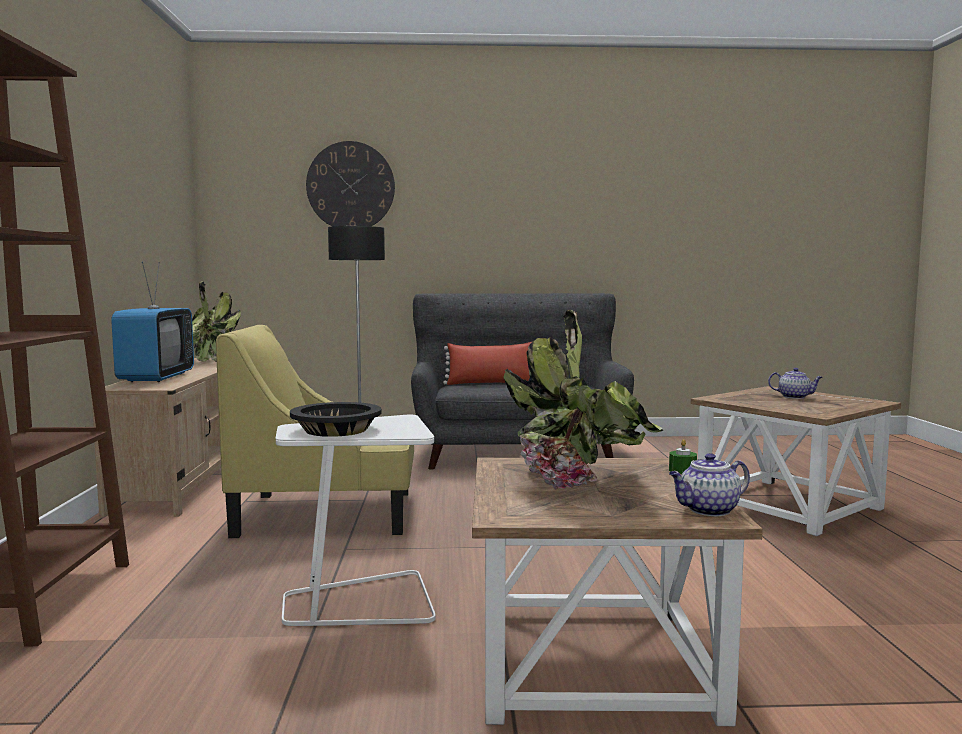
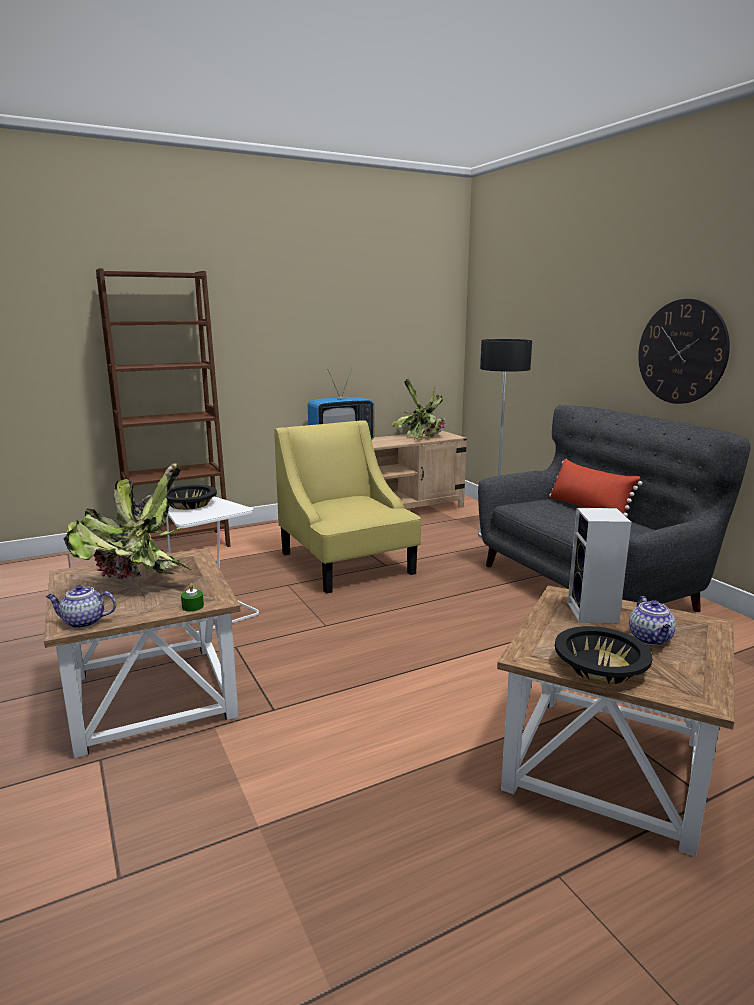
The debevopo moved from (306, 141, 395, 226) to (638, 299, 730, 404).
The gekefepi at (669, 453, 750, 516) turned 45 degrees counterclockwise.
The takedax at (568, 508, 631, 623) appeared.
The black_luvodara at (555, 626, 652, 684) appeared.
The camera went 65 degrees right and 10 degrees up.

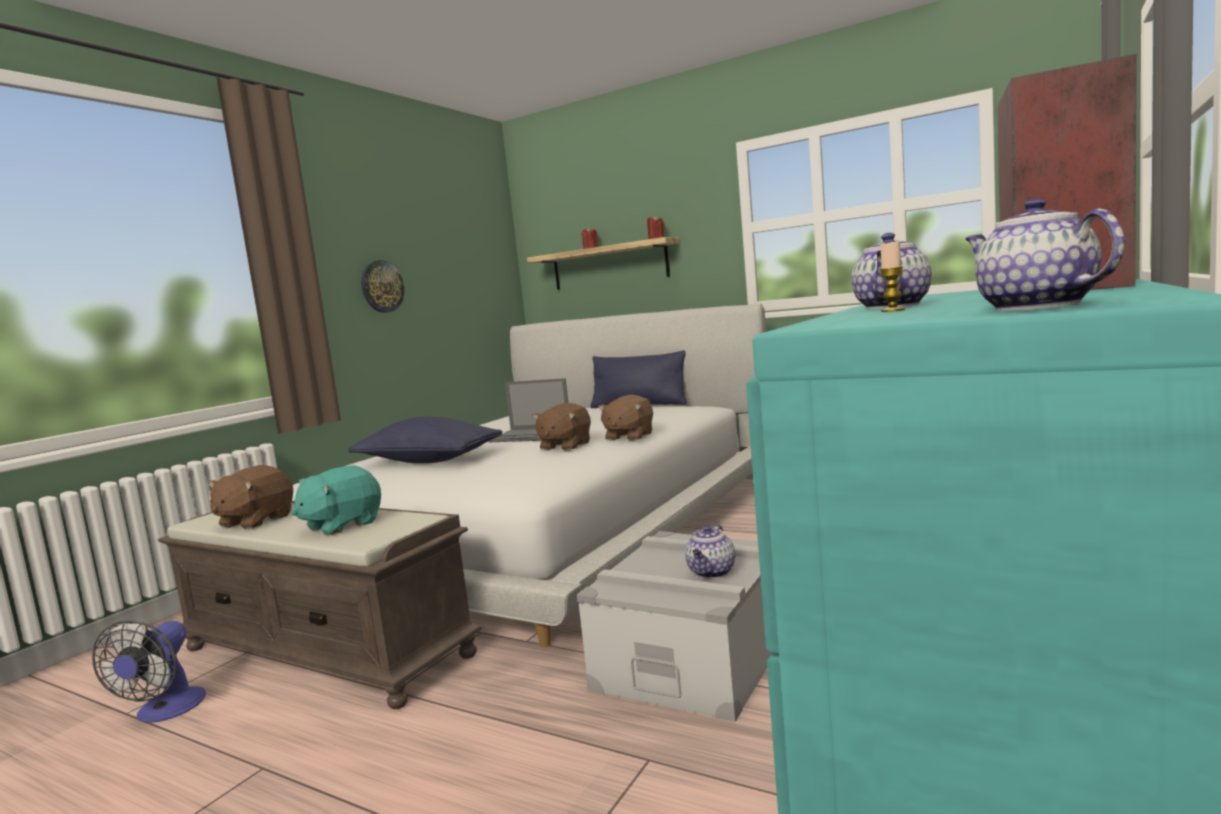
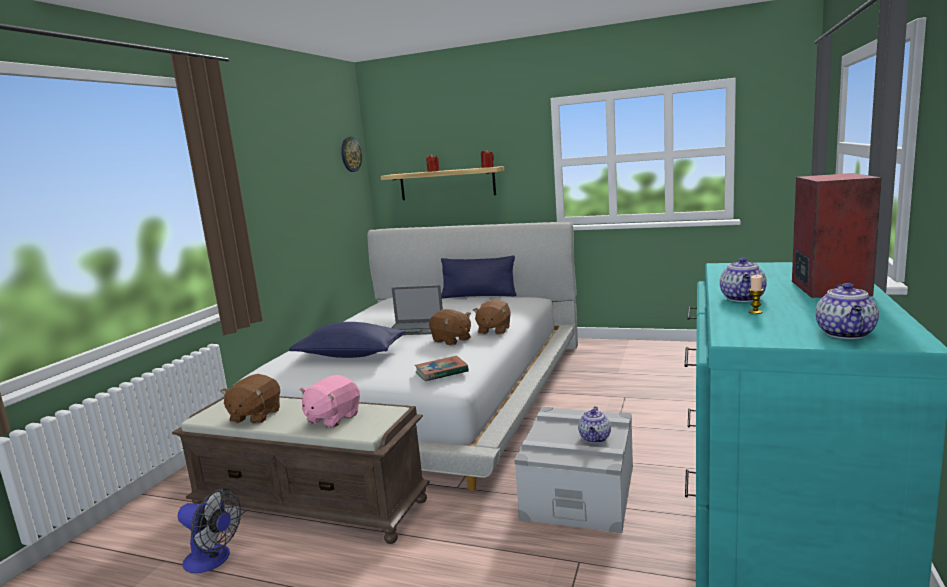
The gekefepi at (965, 198, 1125, 311) turned 135 degrees counterclockwise.
The debevopo moved from (361, 260, 404, 313) to (341, 137, 362, 172).
The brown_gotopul at (532, 403, 591, 451) turned 60 degrees counterclockwise.
The turquoise_gotopul at (291, 465, 381, 536) became the pink_gotopul at (300, 375, 360, 428).
The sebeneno at (92, 621, 206, 723) turned 60 degrees counterclockwise.
The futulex at (415, 356, 469, 381) appeared.
The camera went 10 degrees left and 5 degrees up.

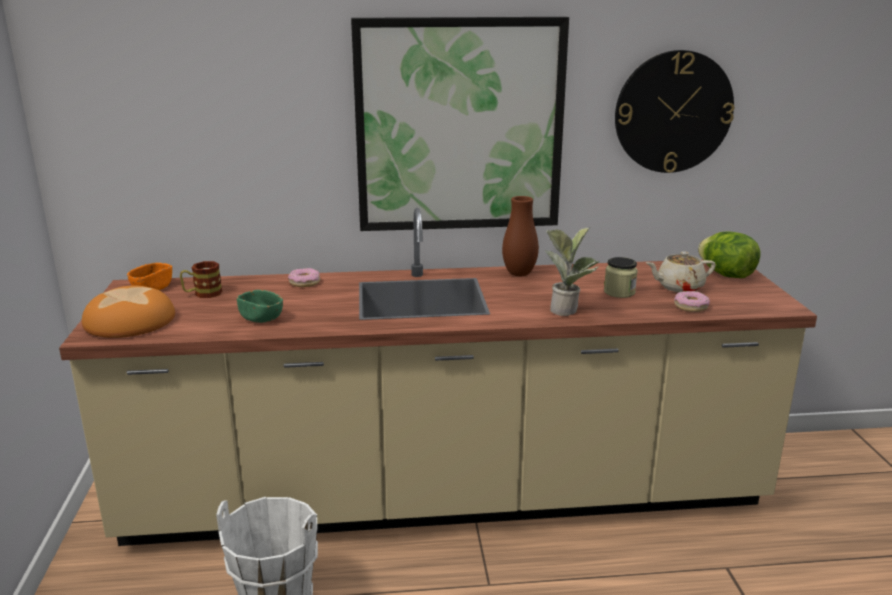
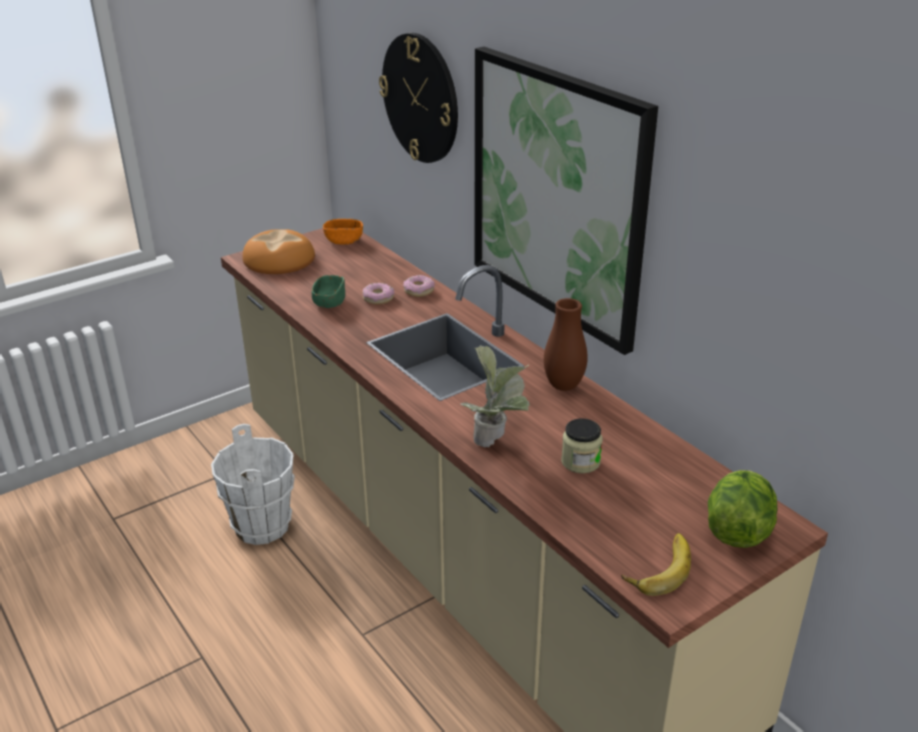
The debevopo moved from (615, 50, 735, 173) to (379, 33, 458, 163).
The beige_gekefepi at (646, 251, 716, 292) disappeared.
The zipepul at (180, 261, 222, 298) disappeared.
The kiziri moved from (674, 291, 710, 312) to (363, 283, 394, 305).
The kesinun at (621, 533, 691, 596) appeared.
The camera went 60 degrees right and 10 degrees up.

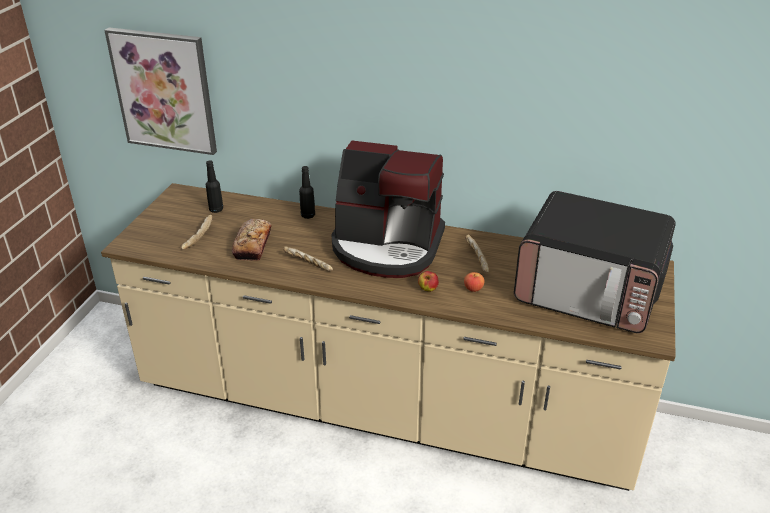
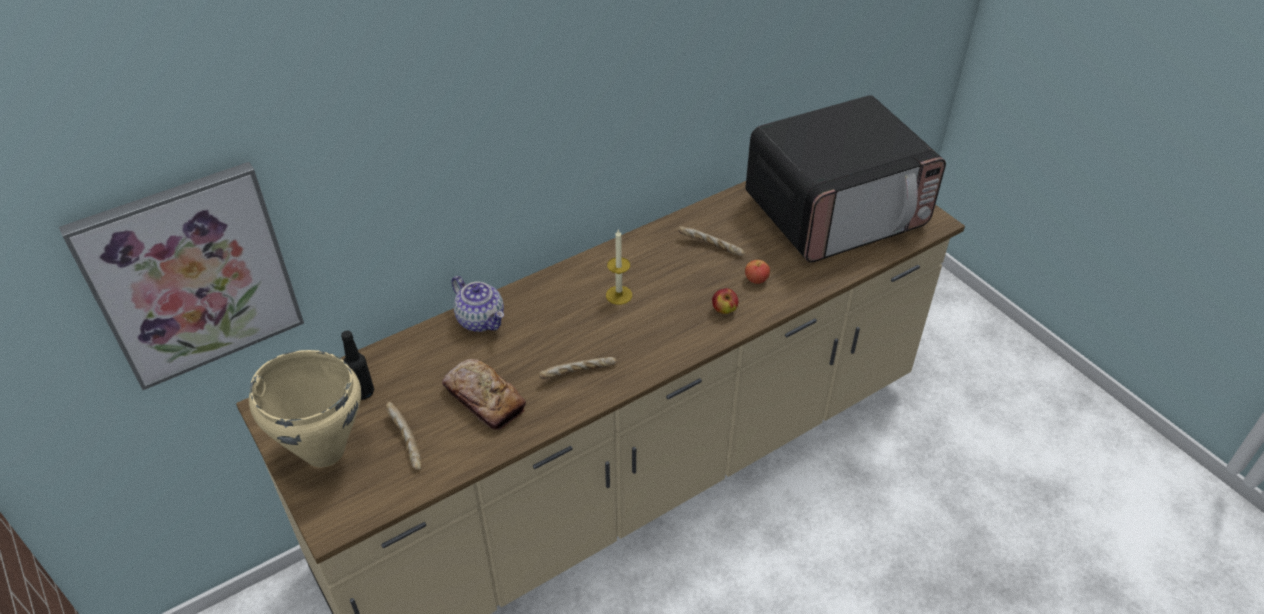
The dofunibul at (332, 141, 445, 278) was replaced by the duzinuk at (606, 230, 632, 305).
The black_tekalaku at (299, 166, 315, 219) was replaced by the gekefepi at (452, 276, 504, 332).
The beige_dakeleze at (249, 350, 361, 467) appeared.
The camera went 50 degrees left and 10 degrees up.

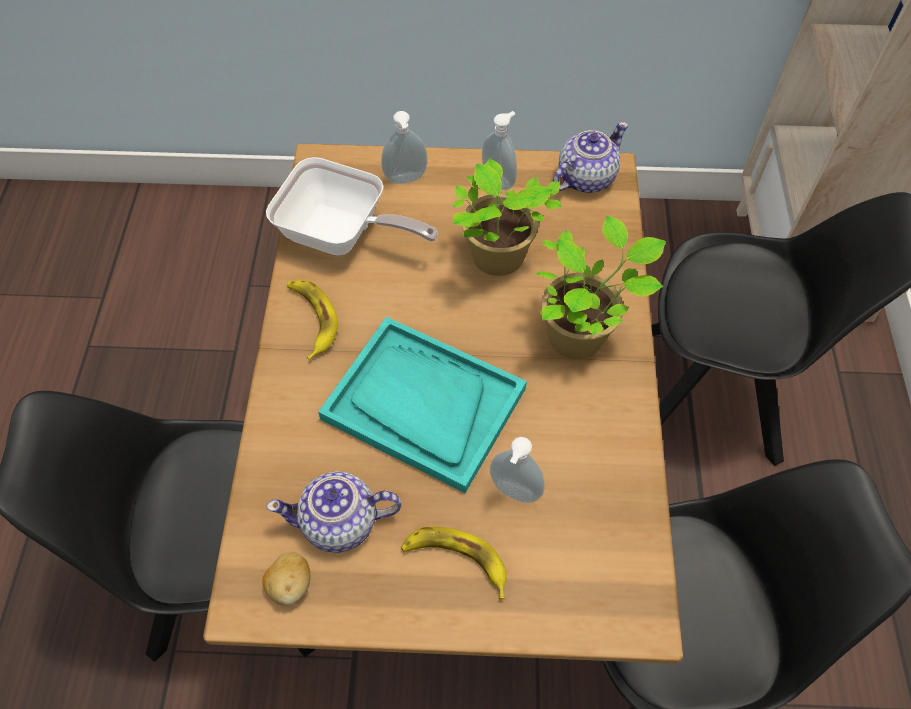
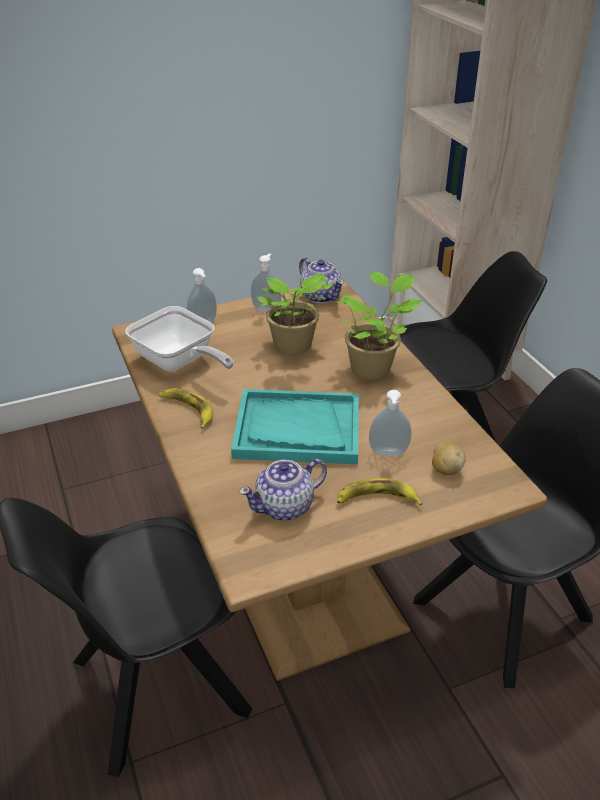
The gekefepi at (553, 122, 628, 193) turned 120 degrees clockwise.
The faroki at (266, 157, 438, 255) turned 45 degrees clockwise.
The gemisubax moved from (262, 552, 310, 606) to (432, 441, 466, 475).
The camera went 25 degrees left and 20 degrees down.

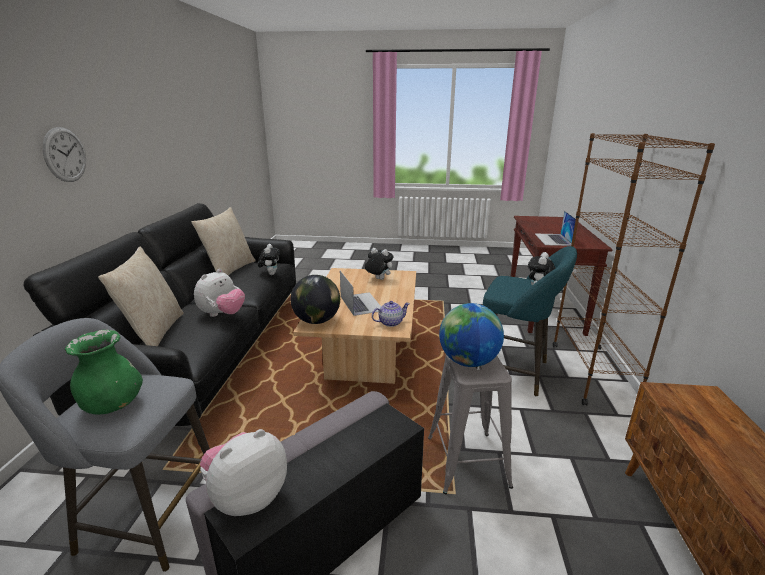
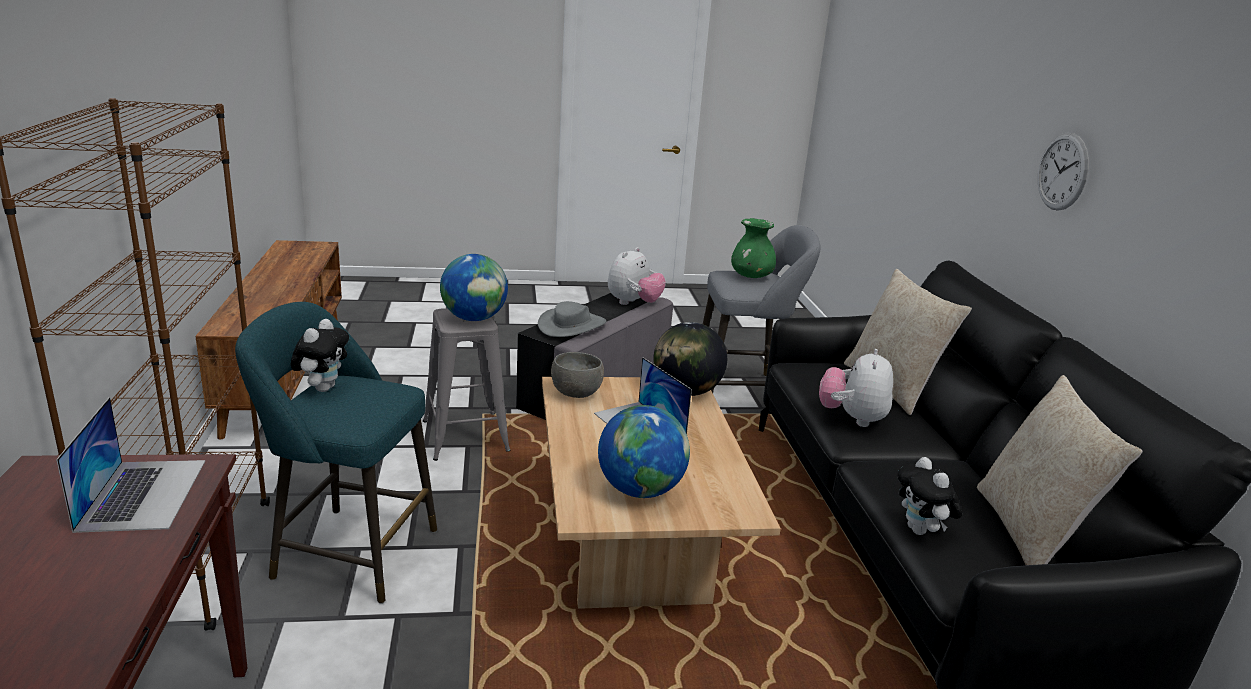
The gotopul at (365, 248, 393, 280) was replaced by the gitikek at (598, 405, 690, 498).
The gekefepi at (372, 301, 410, 327) was replaced by the grey_luvodara at (551, 352, 604, 398).
The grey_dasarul at (538, 301, 606, 337) appeared.
The camera went 165 degrees right and 0 degrees up.

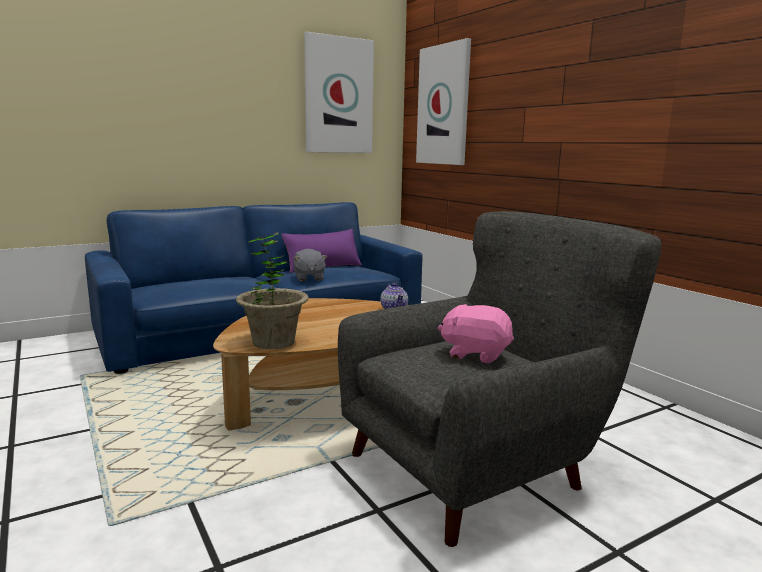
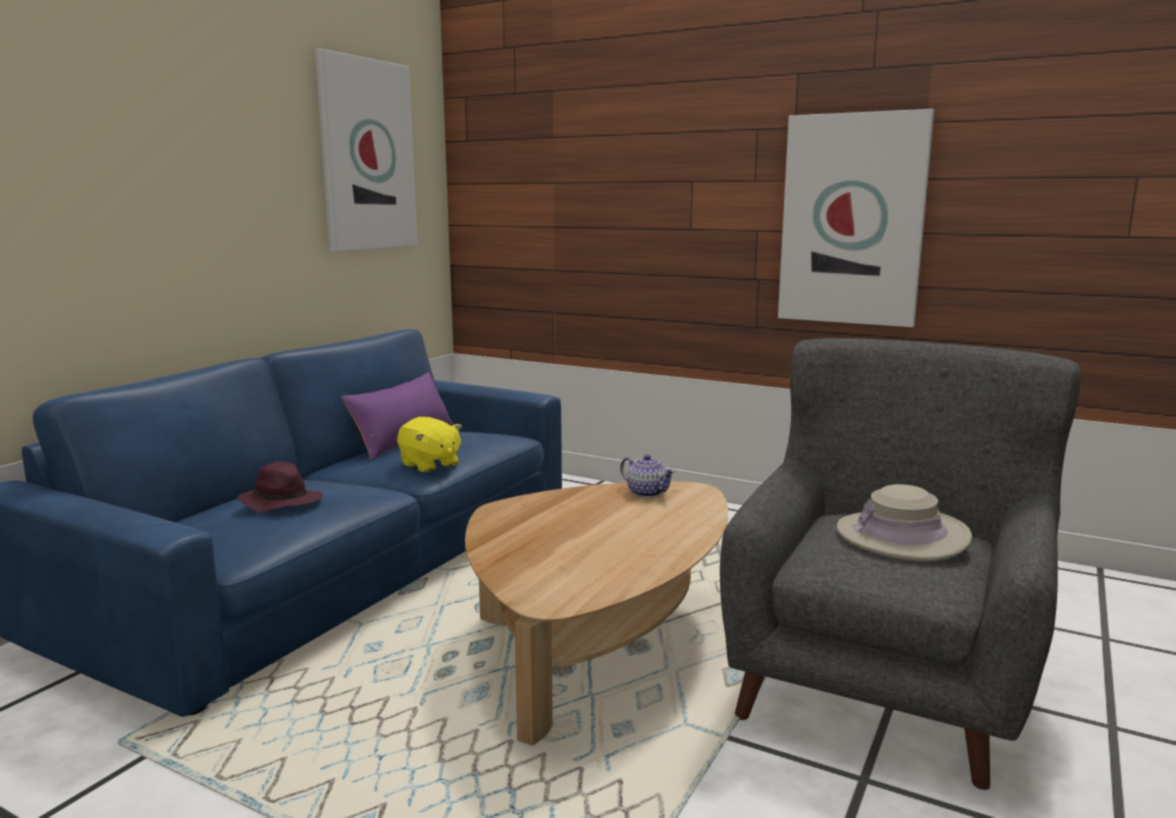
The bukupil moved from (416, 38, 471, 165) to (778, 109, 934, 327).
The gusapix at (236, 232, 309, 349) disappeared.
The grey_gotopul at (293, 249, 327, 281) became the yellow_gotopul at (397, 417, 462, 473).
The pink_gotopul at (438, 304, 514, 364) was replaced by the beige_dasarul at (837, 484, 972, 562).
The purple_dasarul at (237, 461, 323, 512) appeared.
The camera went 30 degrees left and 0 degrees up.

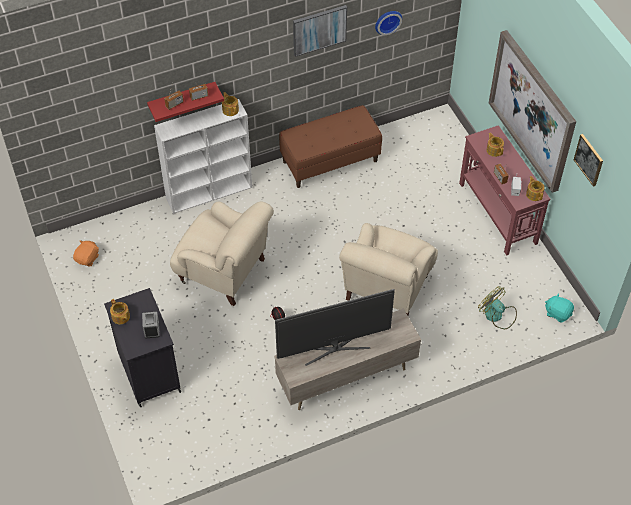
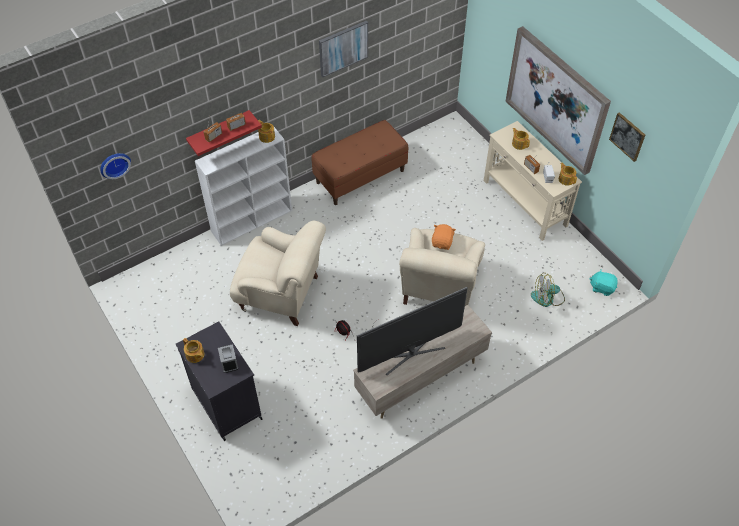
The debevopo moved from (375, 11, 402, 35) to (100, 153, 131, 179).
The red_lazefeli at (459, 125, 550, 256) became the beige_lazefeli at (484, 121, 582, 241).
The orange_gotopul moved from (73, 240, 99, 266) to (432, 224, 456, 250).
The sebeneno at (478, 286, 517, 329) turned 45 degrees counterclockwise.
The camera went 10 degrees left and 0 degrees up.

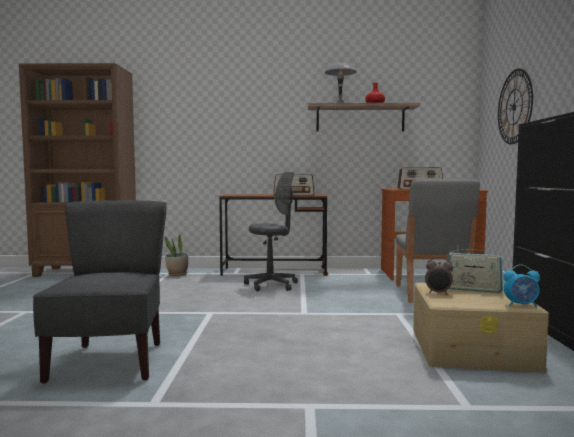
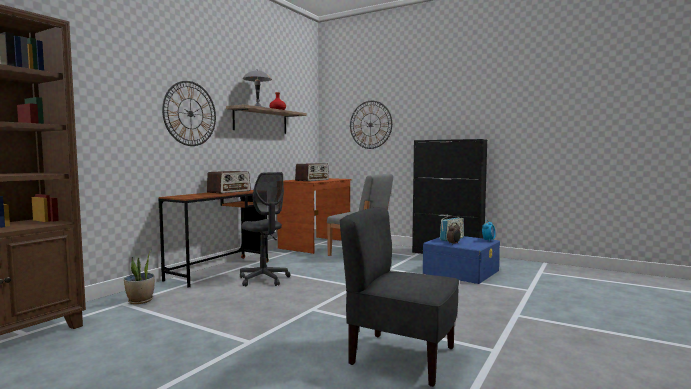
The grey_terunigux at (244, 172, 298, 291) turned 135 degrees clockwise.
The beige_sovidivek at (413, 283, 549, 372) became the blue_sovidivek at (423, 236, 500, 284).
The debevopo at (162, 81, 216, 146) appeared.
The camera went 60 degrees left and 0 degrees up.

